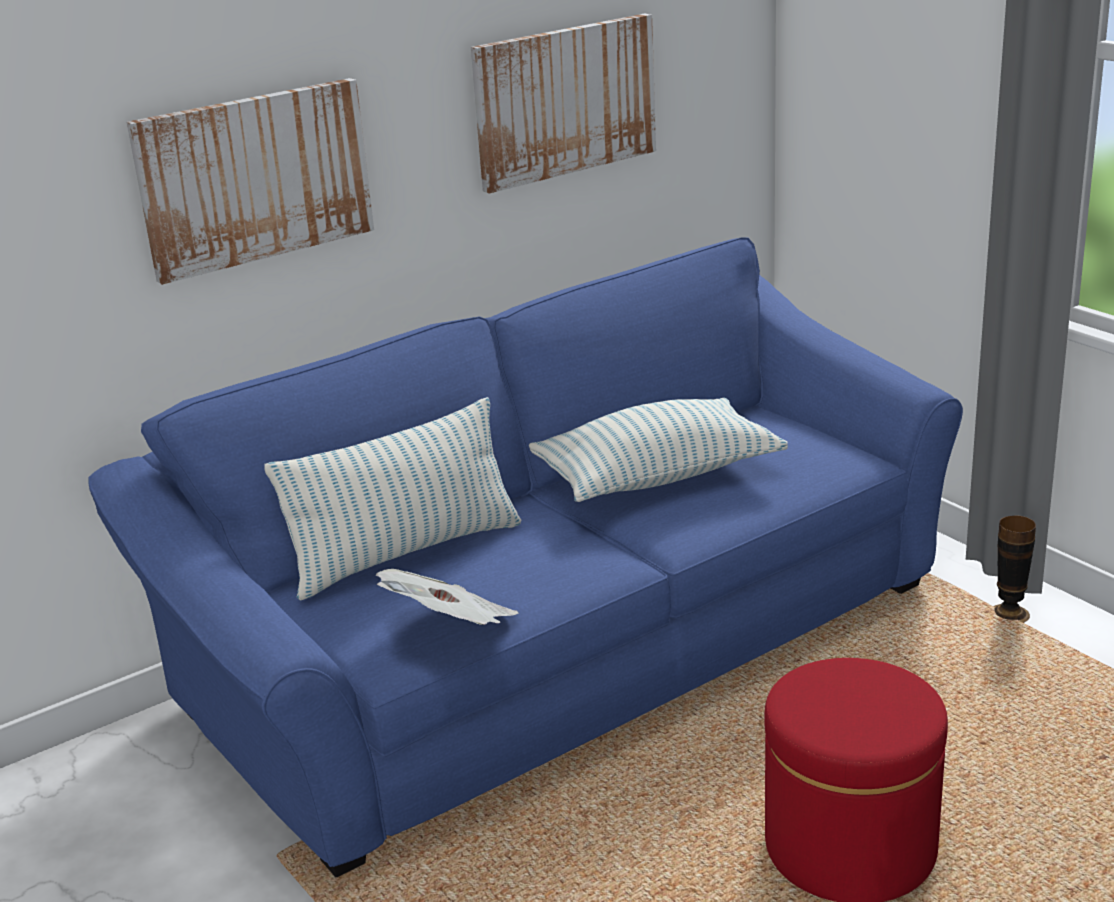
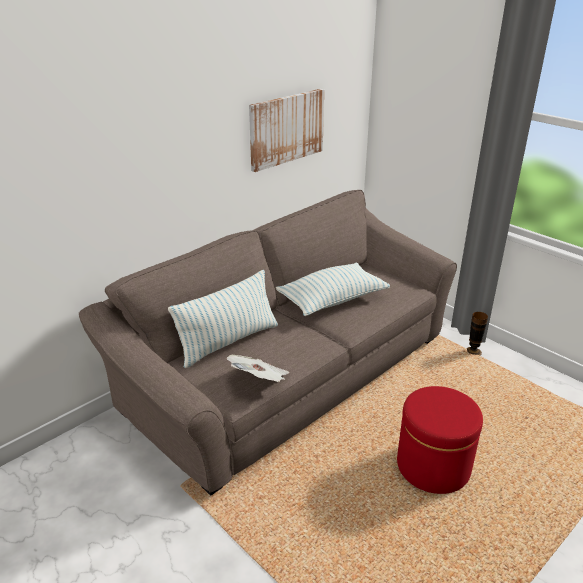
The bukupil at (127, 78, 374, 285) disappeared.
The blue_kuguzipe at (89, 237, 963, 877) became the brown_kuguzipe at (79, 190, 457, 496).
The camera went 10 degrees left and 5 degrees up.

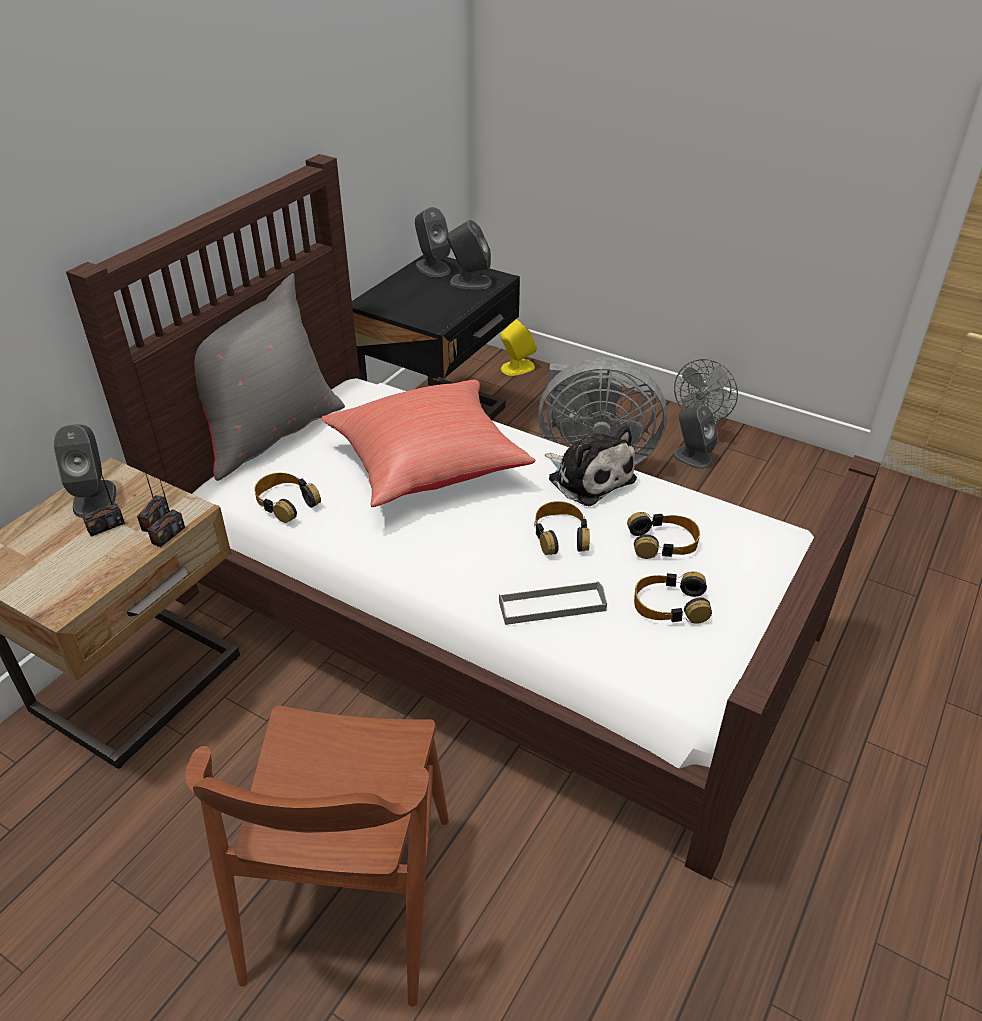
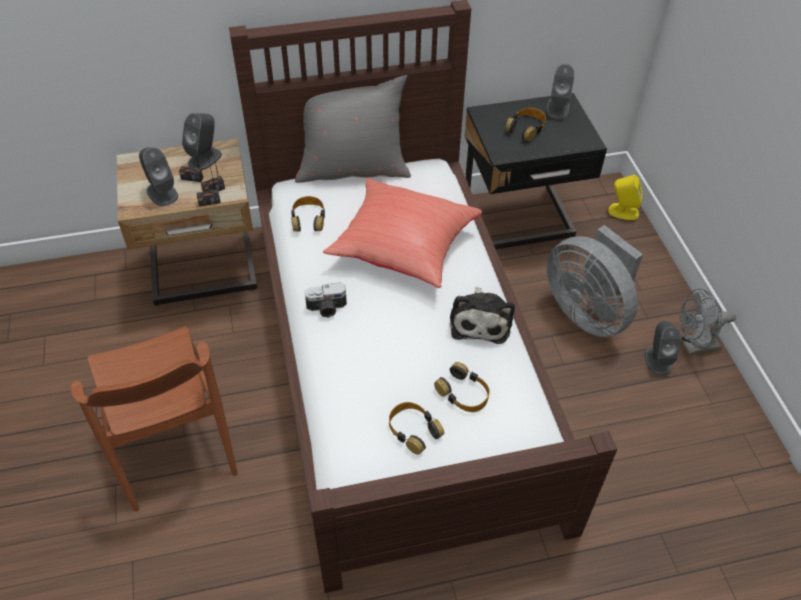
The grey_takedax moved from (447, 220, 492, 289) to (139, 147, 178, 206).
The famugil moved from (534, 501, 590, 555) to (505, 108, 546, 141).
The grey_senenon at (499, 581, 607, 625) disappeared.
The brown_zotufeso at (185, 706, 449, 1007) turned 75 degrees counterclockwise.
The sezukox at (305, 283, 347, 318) appeared.
The camera went 45 degrees right and 10 degrees up.

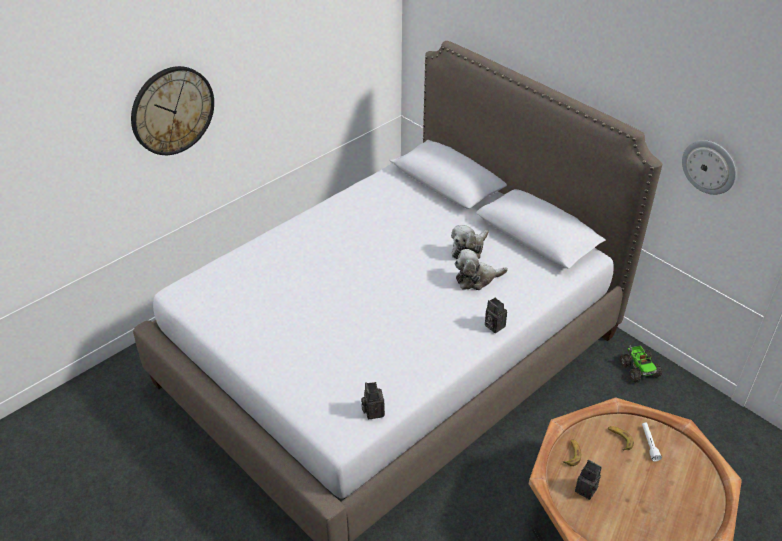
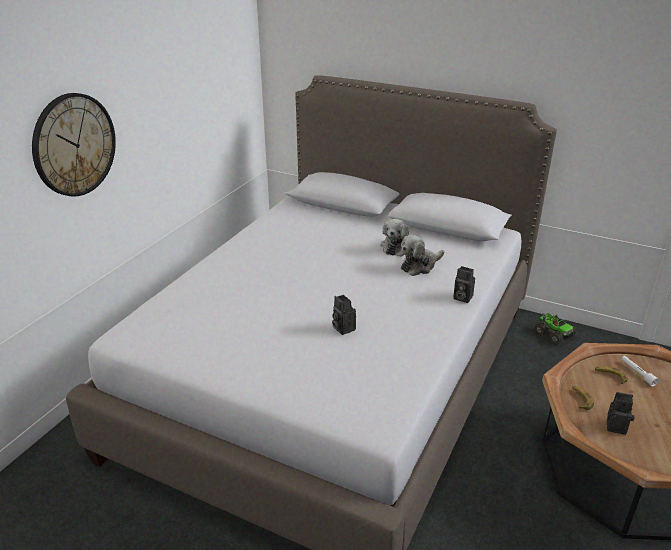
The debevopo at (682, 140, 736, 195) disappeared.
The sezukox moved from (361, 382, 385, 419) to (332, 295, 356, 335).
The camera went 20 degrees left and 10 degrees down.

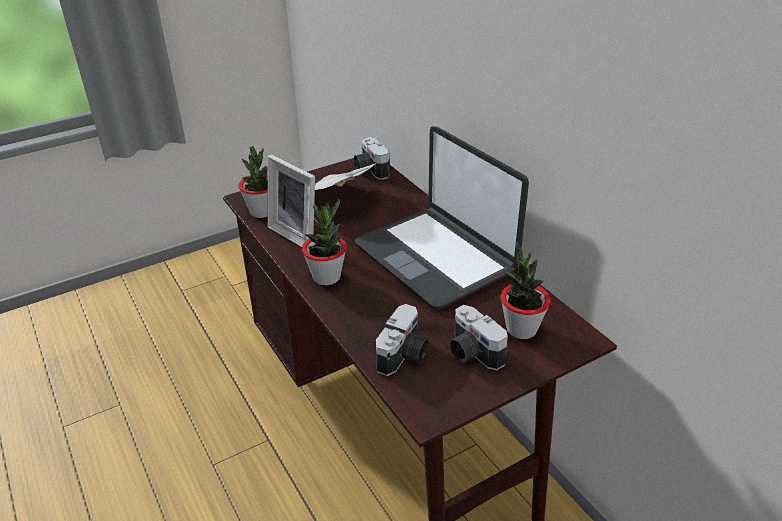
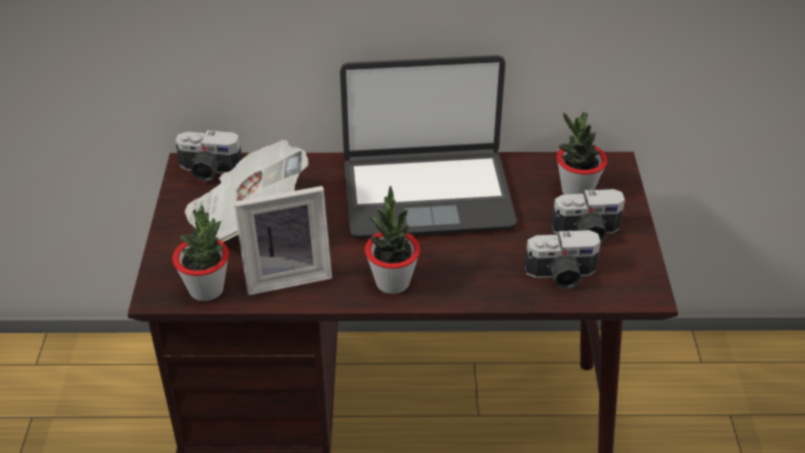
The sezukox at (376, 304, 429, 376) turned 120 degrees clockwise.
The camera went 60 degrees left and 5 degrees up.

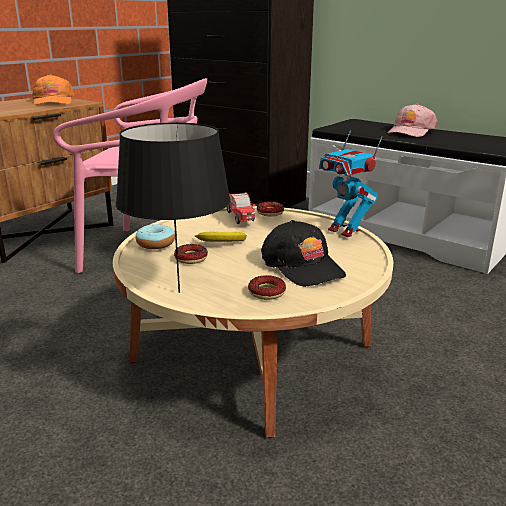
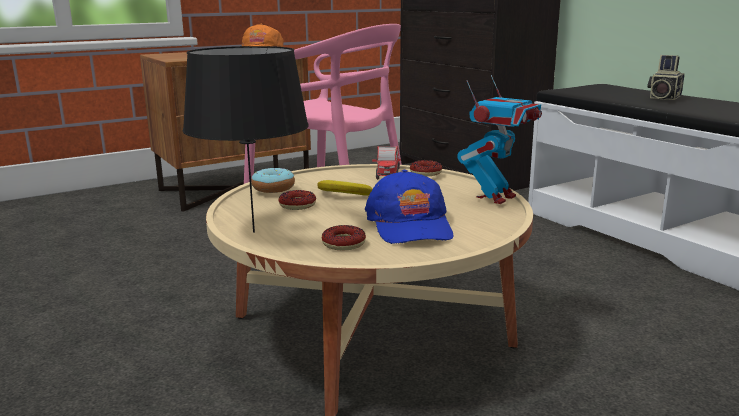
The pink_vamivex at (387, 104, 438, 137) was replaced by the sezukox at (648, 55, 684, 100).
The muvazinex at (319, 131, 382, 237) turned 120 degrees counterclockwise.
The black_vamivex at (261, 220, 346, 287) became the blue_vamivex at (365, 170, 454, 244).
The camera went 20 degrees right and 5 degrees down.

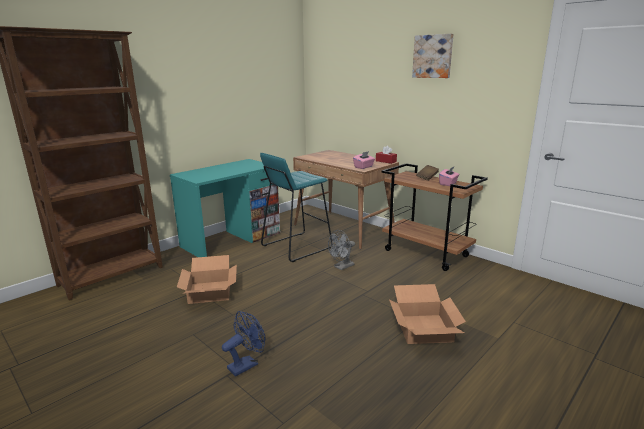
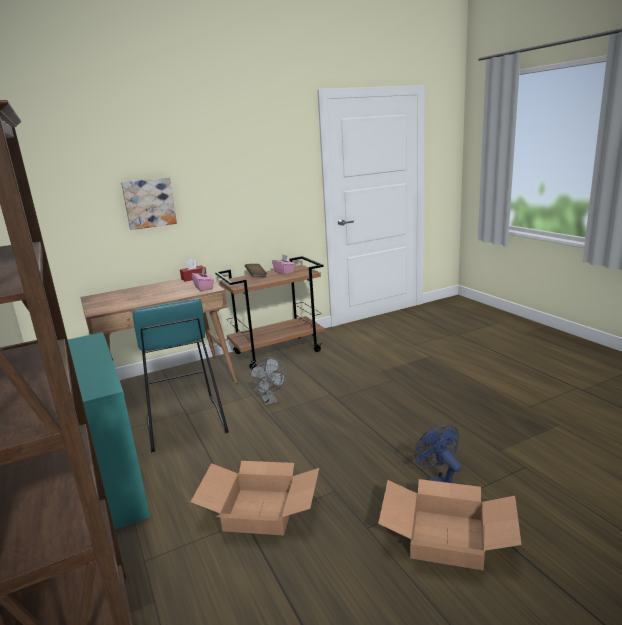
The bukupil moved from (412, 34, 453, 78) to (121, 177, 177, 230).
The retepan moved from (389, 284, 466, 344) to (378, 479, 522, 570).
The camera went 70 degrees left and 0 degrees up.

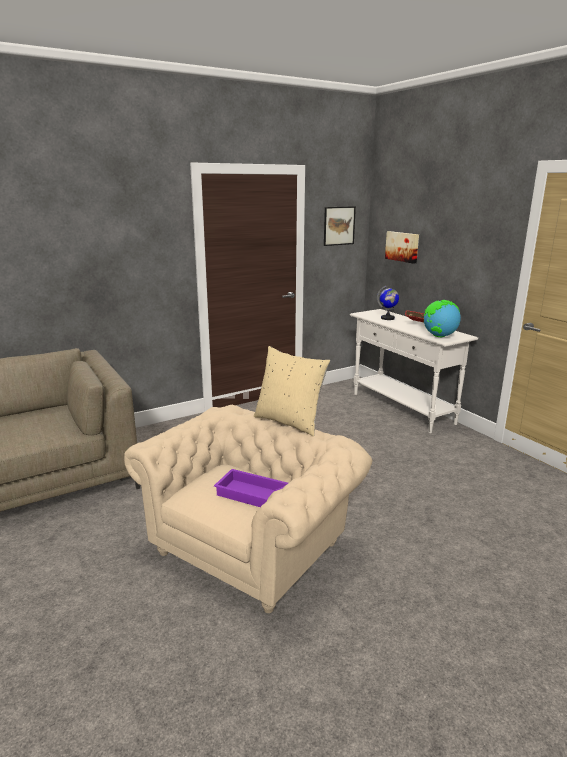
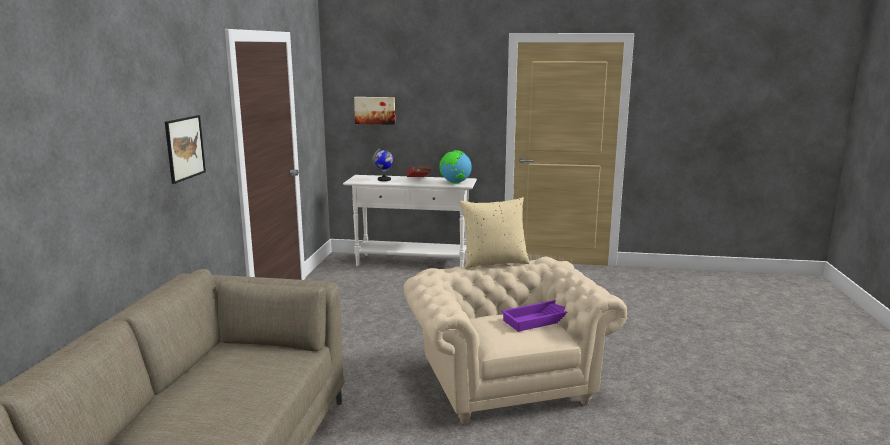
The bukupil moved from (324, 206, 356, 246) to (165, 115, 206, 184).
The camera went 50 degrees left and 5 degrees down.

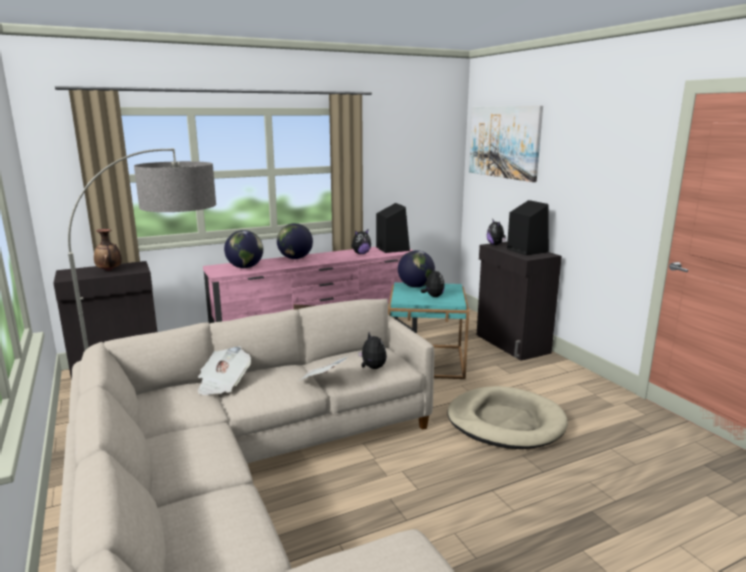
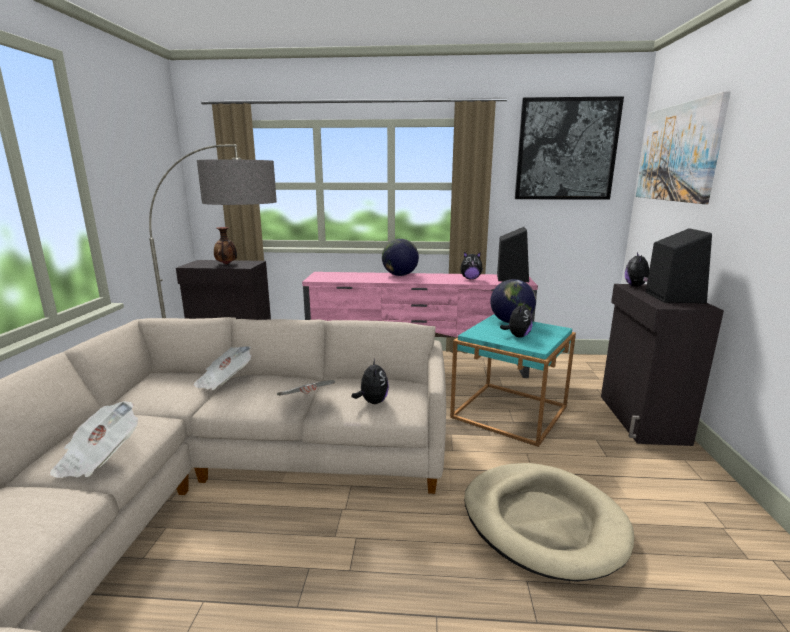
The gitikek at (224, 230, 263, 268) disappeared.
The bukupil at (515, 96, 624, 200) appeared.
The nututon at (50, 401, 138, 478) appeared.
The camera went 30 degrees right and 0 degrees up.

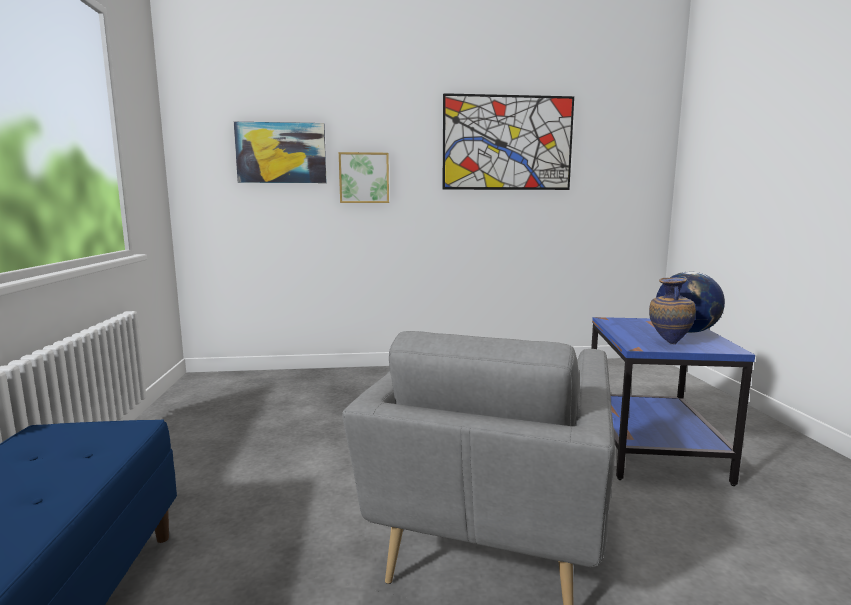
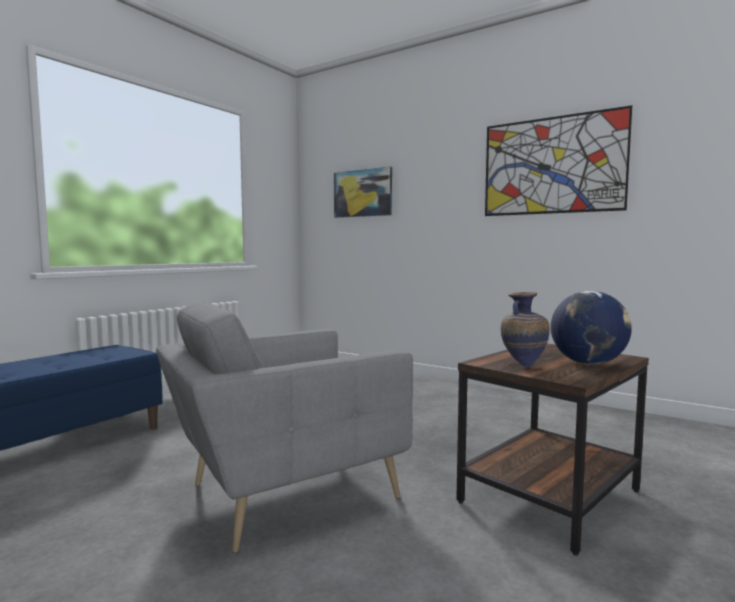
The bukupil at (339, 152, 389, 203) disappeared.
The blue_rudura at (591, 317, 755, 486) became the brown_rudura at (456, 343, 649, 556).
The camera went 40 degrees right and 5 degrees down.

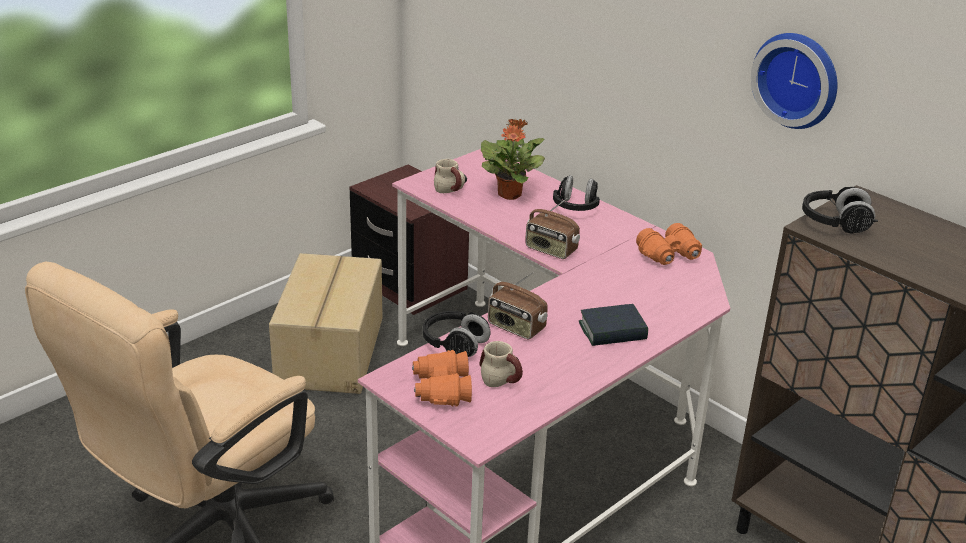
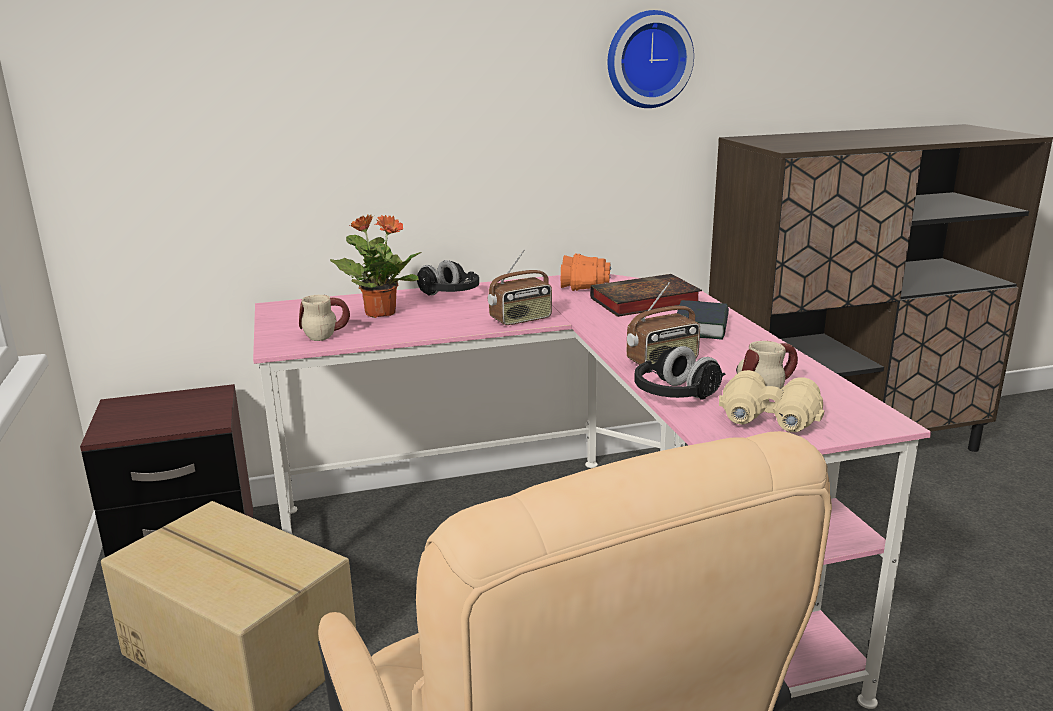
The black_famugil at (802, 187, 878, 234) disappeared.
The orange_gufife at (412, 350, 472, 407) became the beige_gufife at (719, 370, 824, 432).
The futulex at (590, 274, 702, 317) appeared.
The camera went 60 degrees left and 10 degrees down.

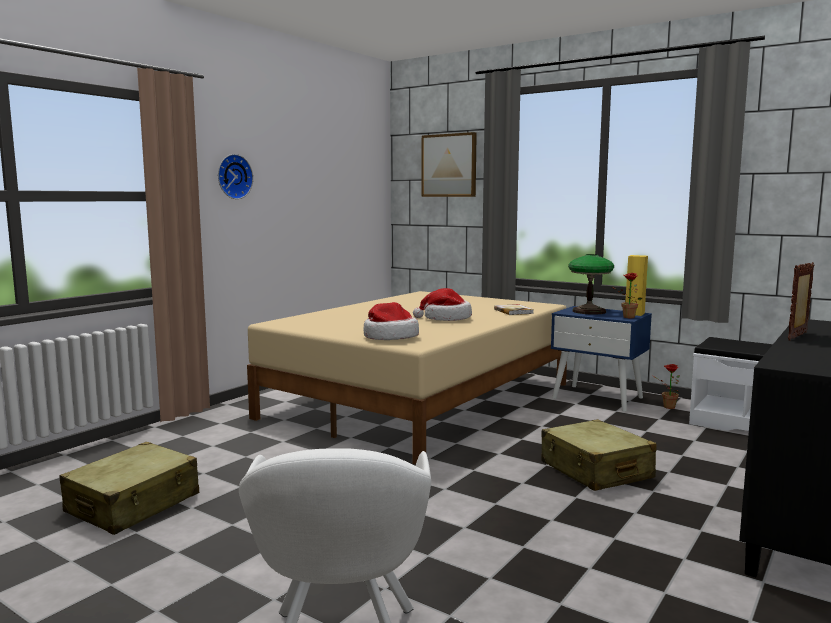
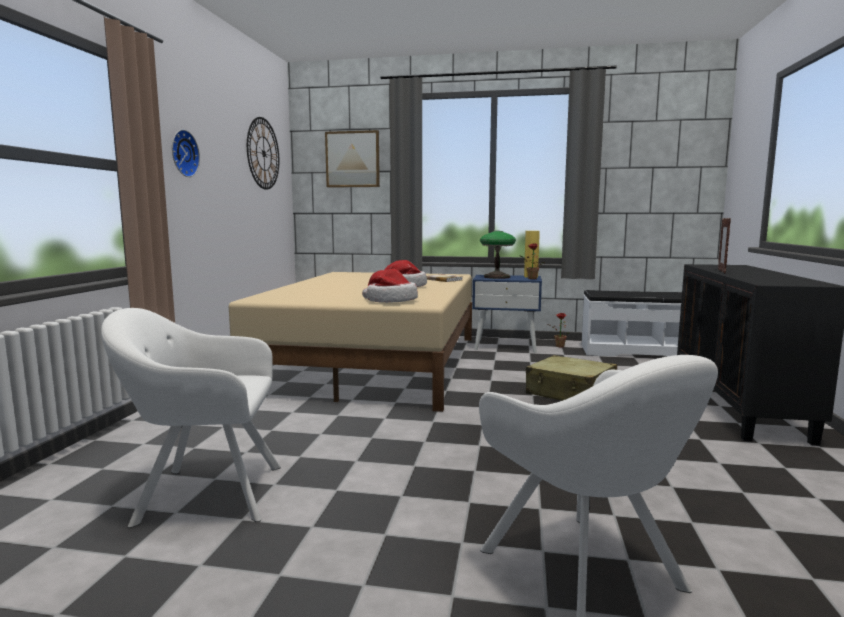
The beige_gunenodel at (60, 442, 199, 535) was replaced by the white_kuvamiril at (101, 308, 281, 528).
The debevopo at (247, 117, 279, 190) appeared.
The camera went 25 degrees left and 0 degrees up.

